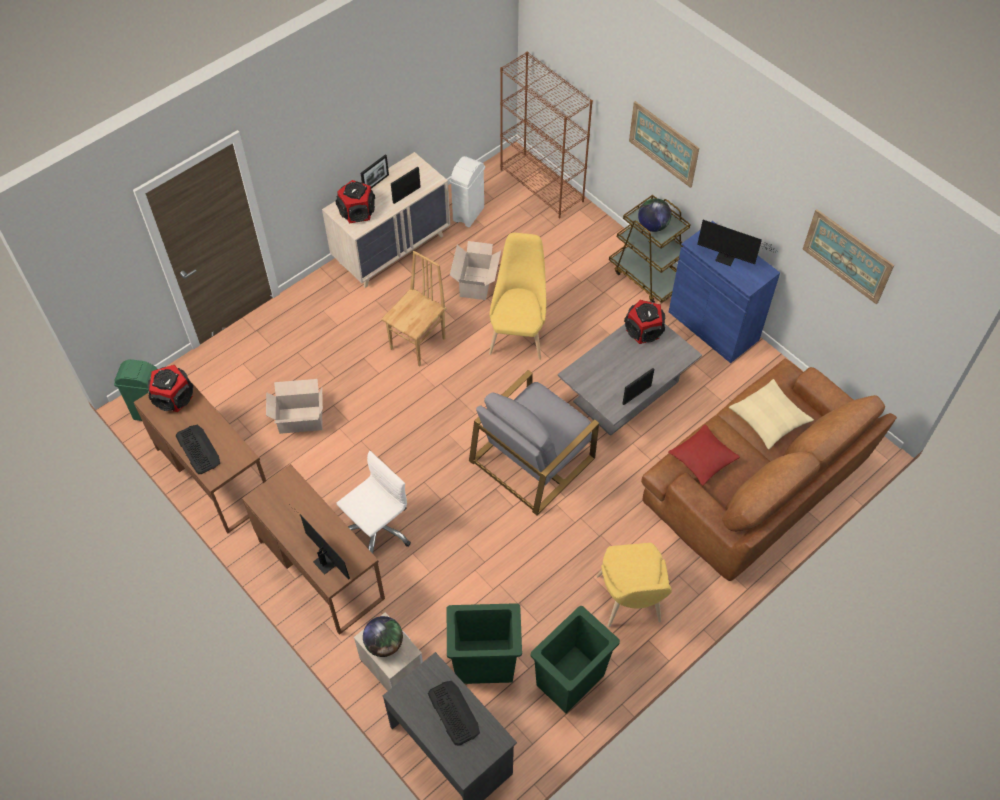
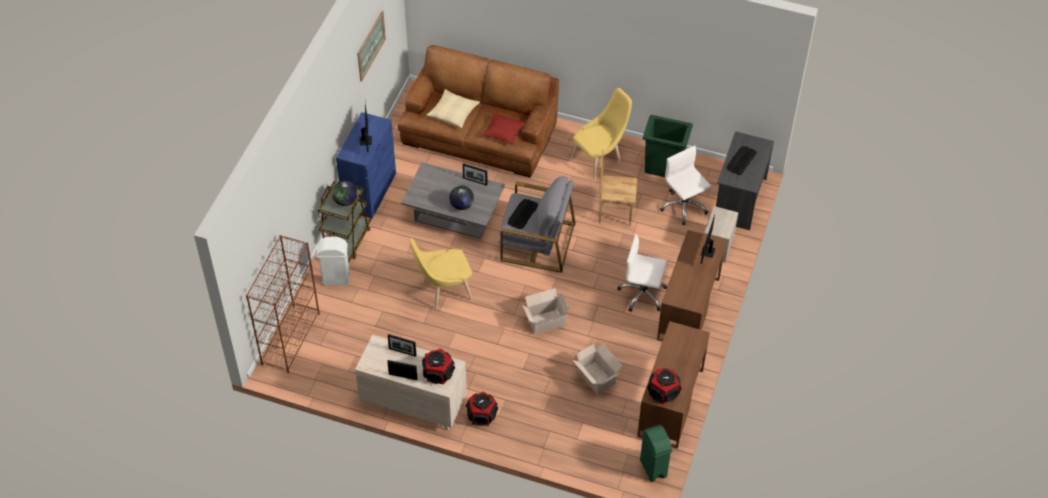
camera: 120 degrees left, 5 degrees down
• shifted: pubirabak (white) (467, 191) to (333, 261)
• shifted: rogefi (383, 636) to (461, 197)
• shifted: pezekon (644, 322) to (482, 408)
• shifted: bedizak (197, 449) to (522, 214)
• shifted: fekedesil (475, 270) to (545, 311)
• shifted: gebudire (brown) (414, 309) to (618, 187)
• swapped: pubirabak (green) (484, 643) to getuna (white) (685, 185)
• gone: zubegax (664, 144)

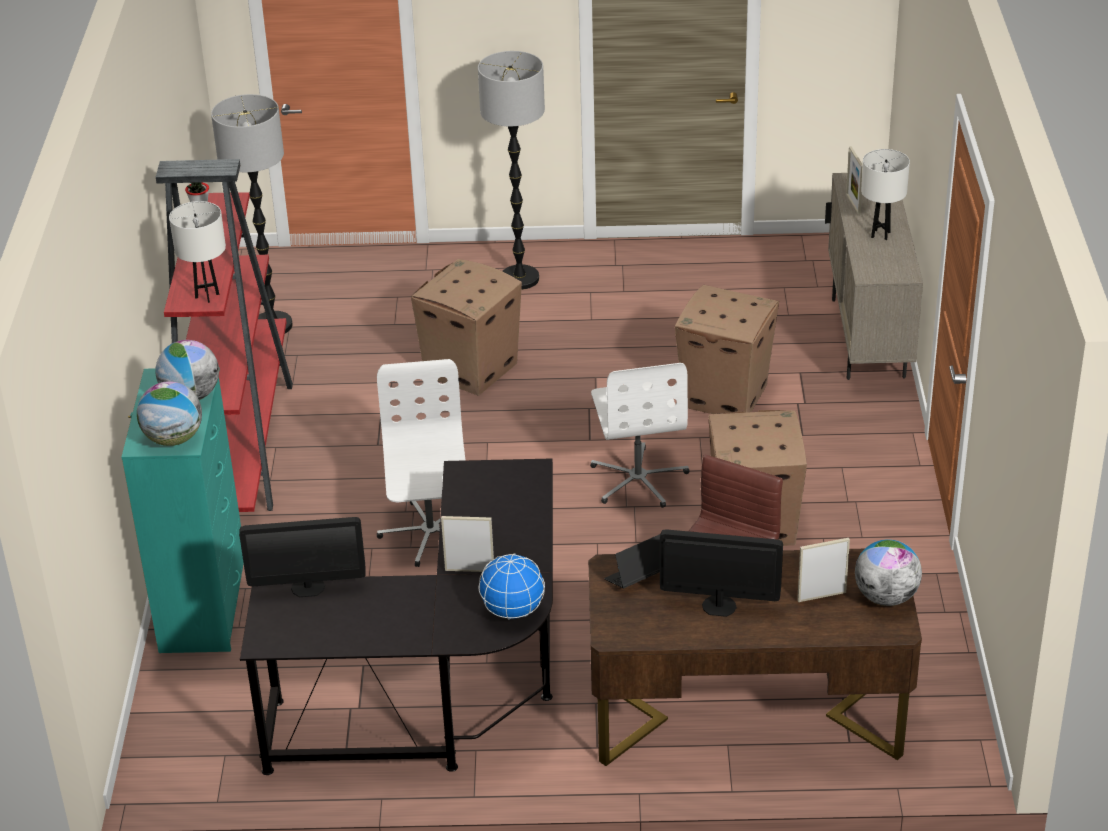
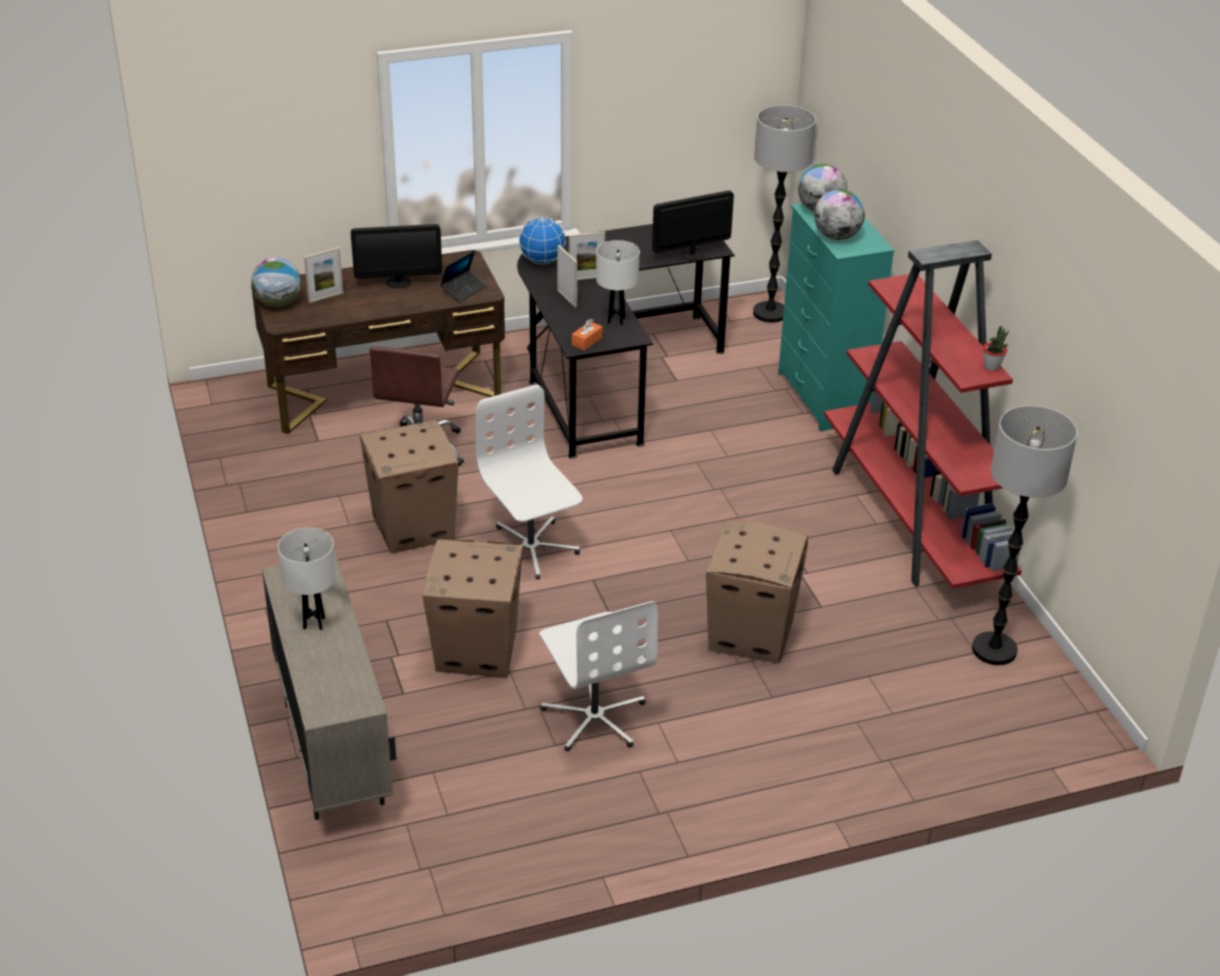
camera: 160 degrees right, 0 degrees up
• shifted: getuna (white) (421, 463) to (598, 676)
• shifted: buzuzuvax (854, 180) to (567, 276)
• new: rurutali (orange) (587, 334)
• shifted: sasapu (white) (197, 252) to (618, 282)
• shifted: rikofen (511, 170) to (784, 214)

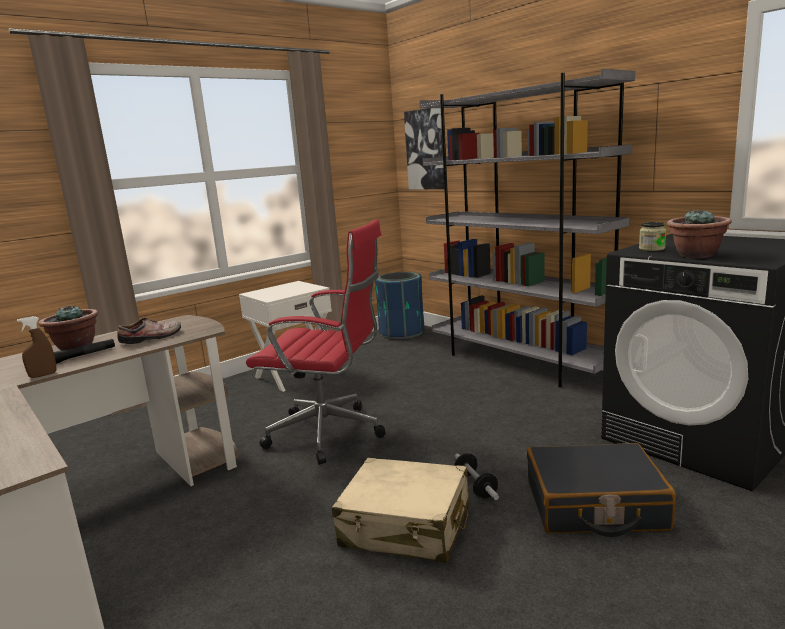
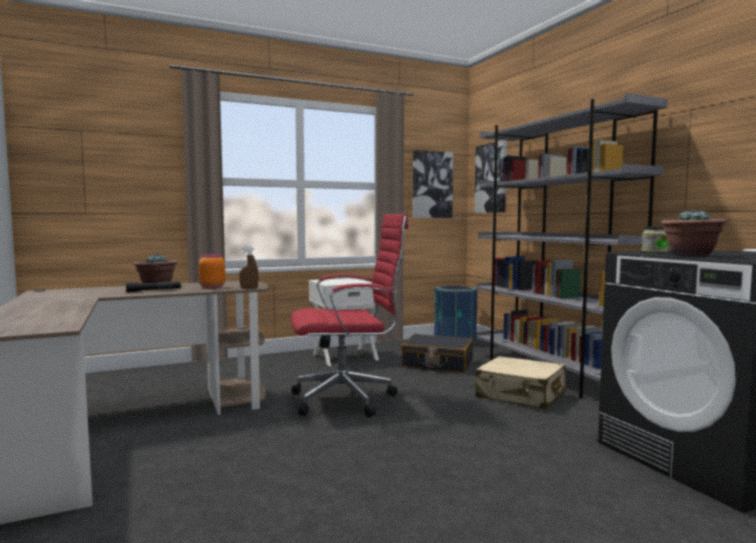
camera: 15 degrees right, 10 degrees down
• swapped: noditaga (149, 331) to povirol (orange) (211, 271)
• shifted: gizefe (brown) (36, 347) to (249, 268)
• rotated: getuna (red) (315, 342) = (349, 315) 45 degrees counterclockwise
• shifted: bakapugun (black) (601, 490) to (437, 353)
• new: zubegax (433, 184)
• shifted: bakapugun (beige) (400, 510) to (520, 383)
• gone: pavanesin (476, 476)

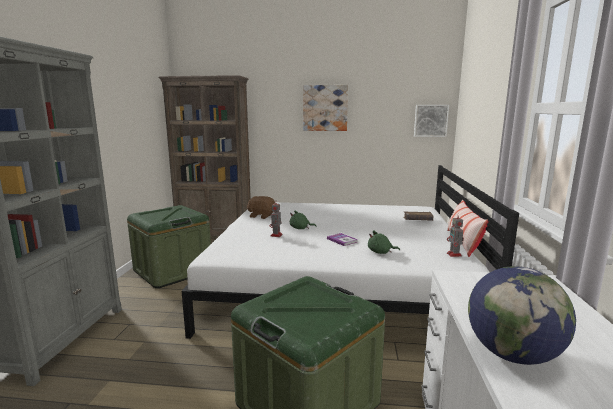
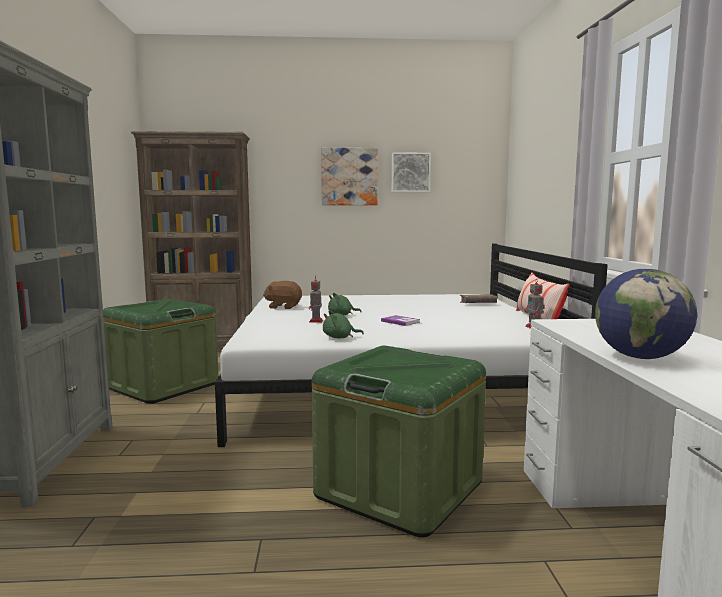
camera: 10 degrees left, 5 degrees down
• shifted: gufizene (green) (384, 242) to (343, 324)
• shifted: zubegax (431, 121) to (411, 172)

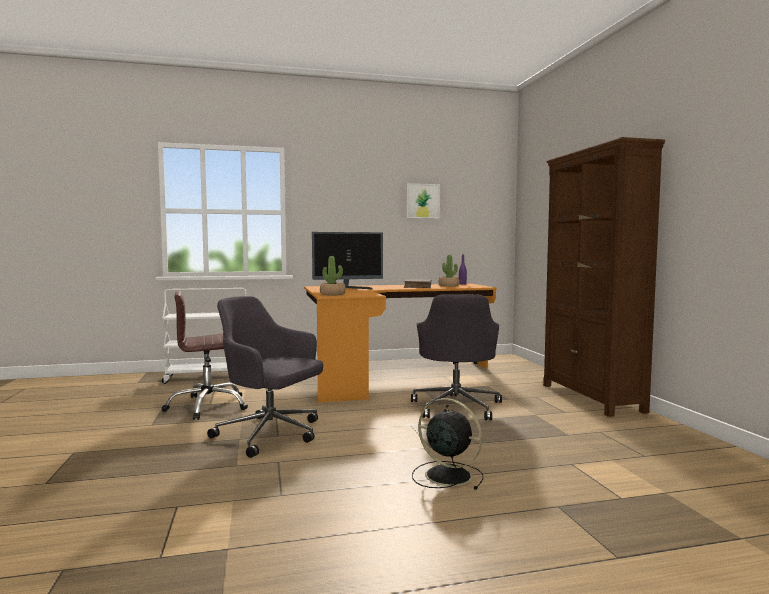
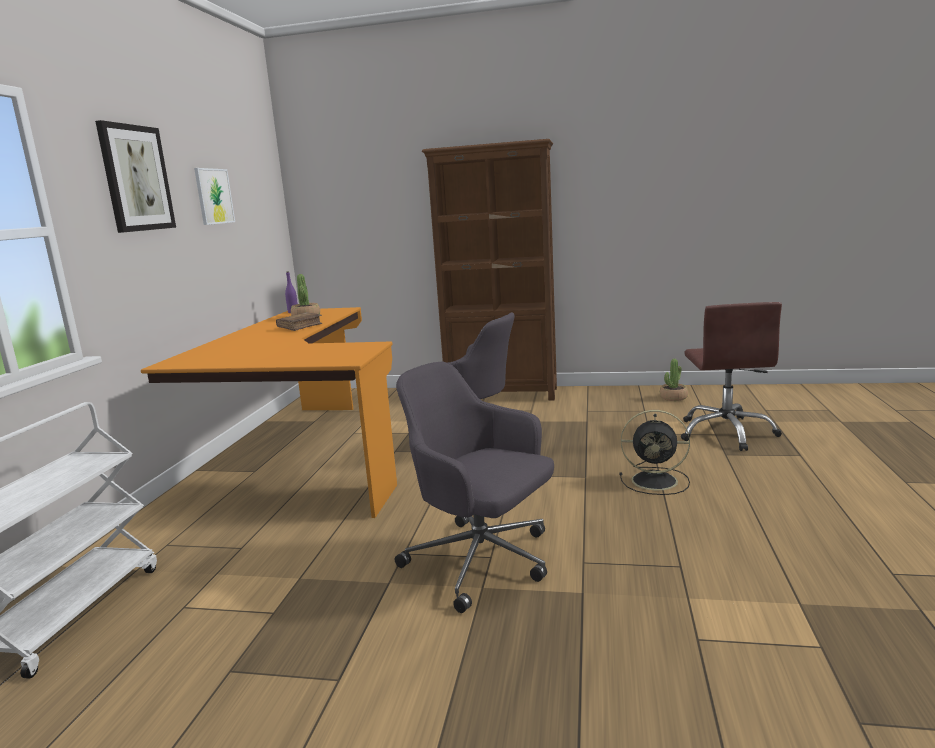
camera: 65 degrees left, 10 degrees up
• new: zubegax (135, 176)
• rotated: getuna (grey) (265, 377) = (474, 487) 75 degrees clockwise
• rotated: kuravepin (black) (447, 444) = (654, 452) 135 degrees counterclockwise
• shifted: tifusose (333, 275) to (674, 380)
• shifted: getuna (brown) (205, 355) to (731, 376)
• gone: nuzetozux (347, 260)

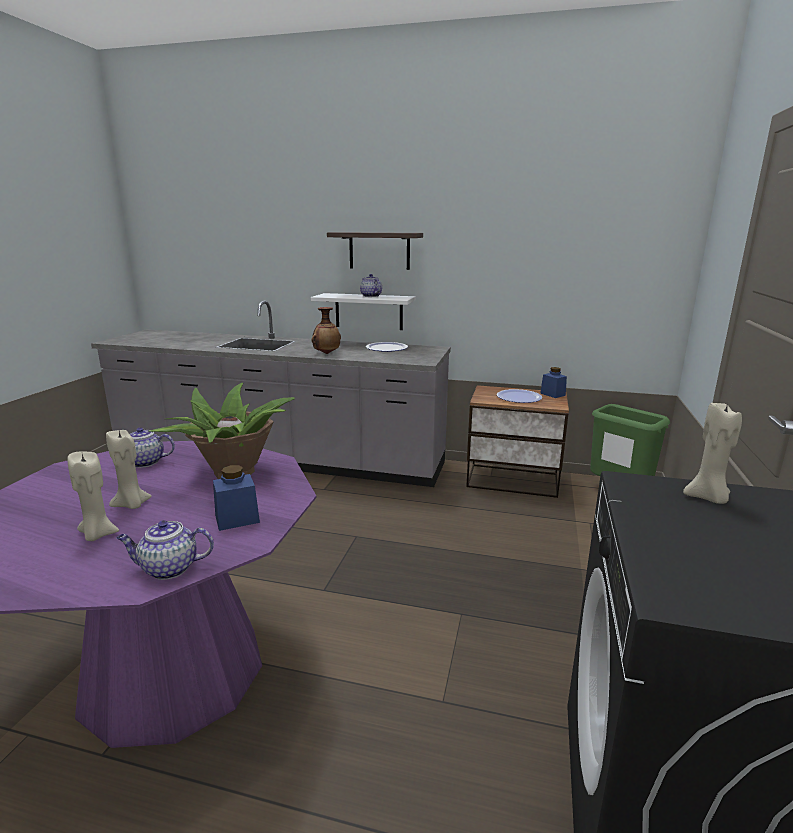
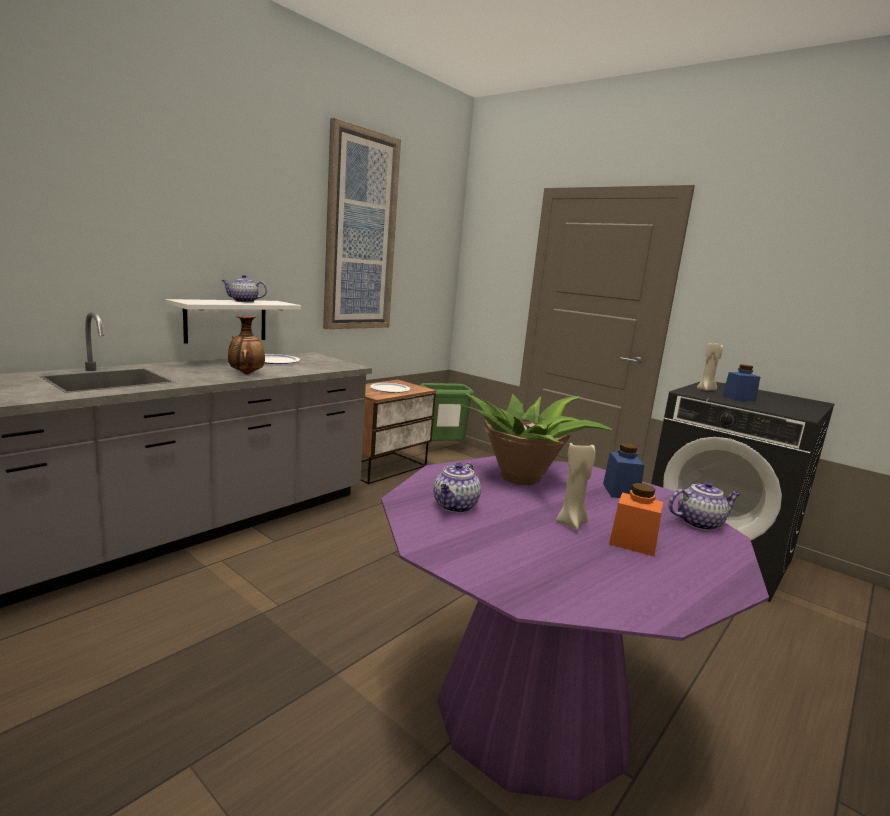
camera: 65 degrees left, 5 degrees down
• new: zubegax (362, 223)
• swapped: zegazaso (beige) (93, 496) to povirol (orange) (636, 519)
• rotated: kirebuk (165, 550) = (704, 506) 120 degrees counterclockwise
• shifted: povirol (blue) (553, 382) to (741, 382)
• gone: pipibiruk (375, 251)

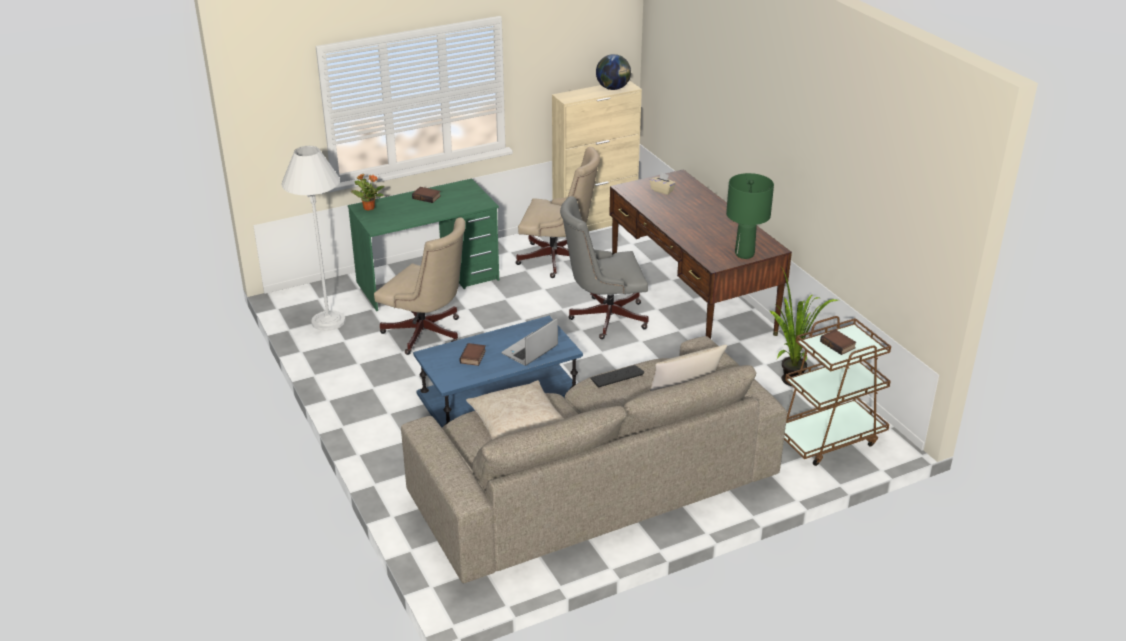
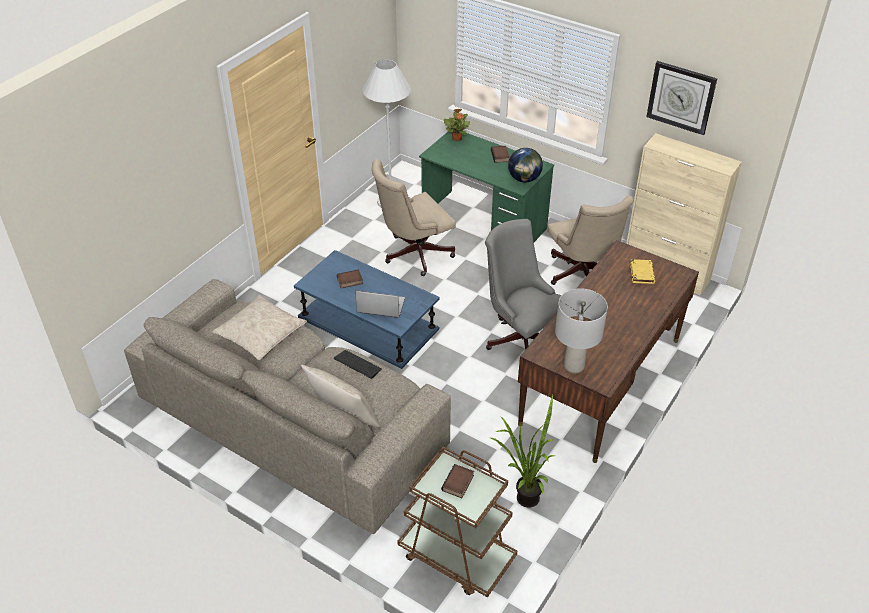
camera: 60 degrees right, 10 degrees up
• rotated: getuna (beige) (420, 286) = (414, 217) 60 degrees clockwise
• shifted: rogefi (613, 72) to (525, 165)
• repainted: sasapu (green) (750, 216) to sasapu (grey) (581, 330)
• swapped: rurutali (beige) (663, 183) to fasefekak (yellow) (642, 271)
• new: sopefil (681, 98)

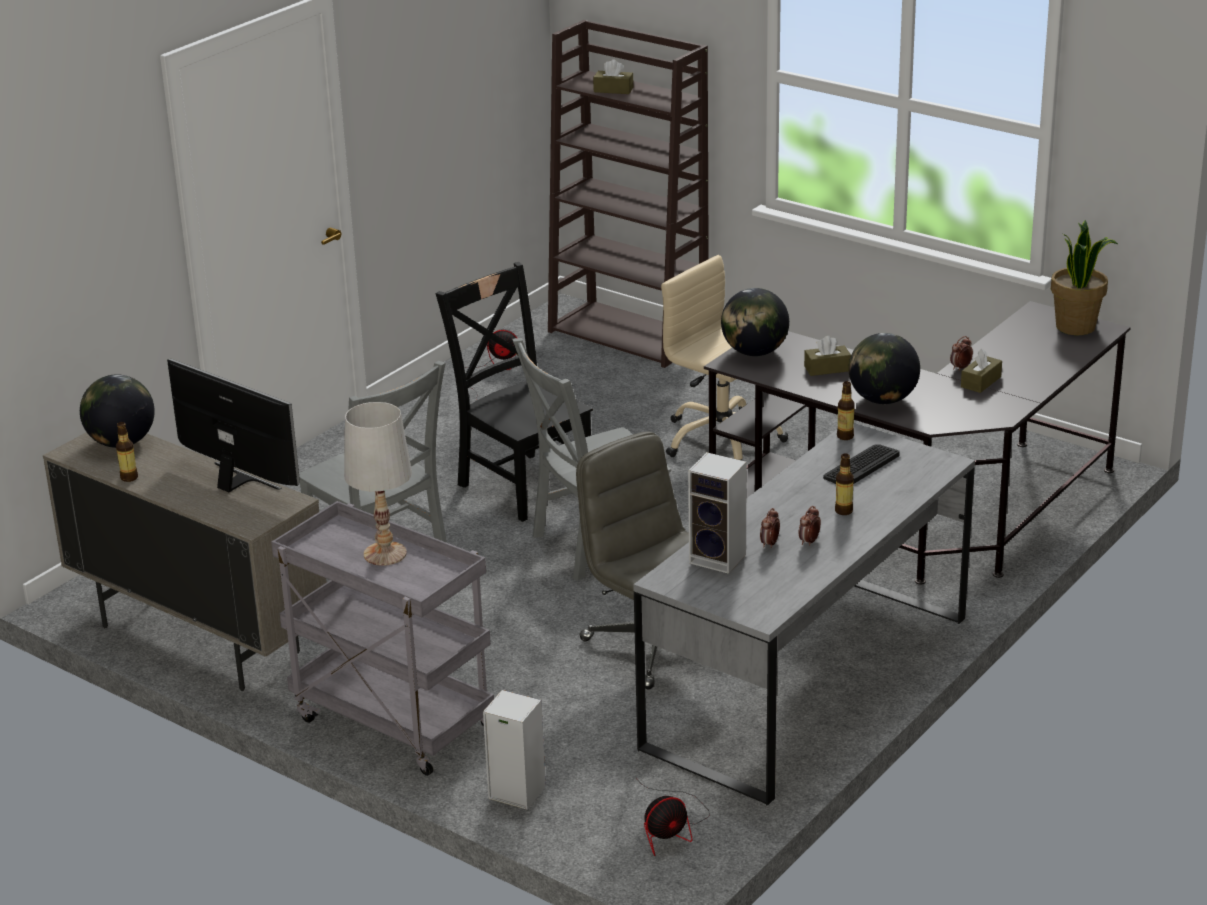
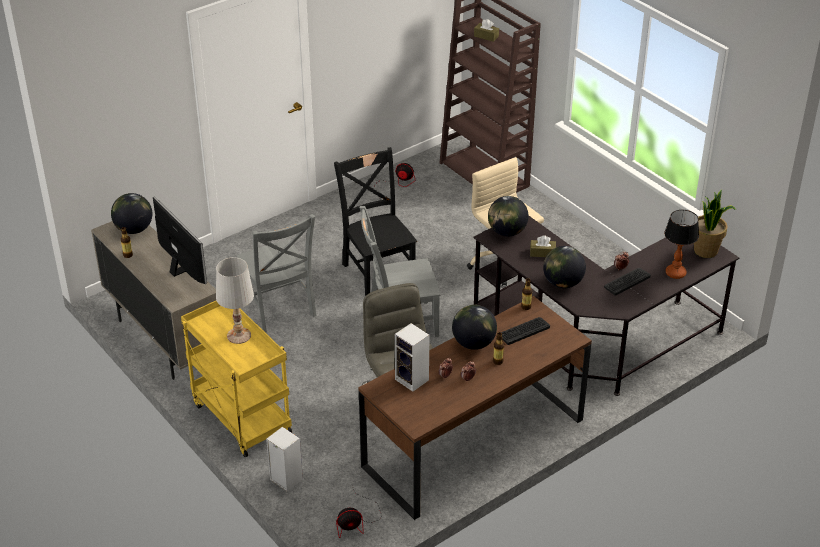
camera: 15 degrees right, 10 degrees up
• repainted: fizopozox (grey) (382, 638) to fizopozox (yellow) (236, 379)
• repainted: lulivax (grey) (804, 614) to lulivax (brown) (475, 408)
• new: rogefi (474, 327)
• swapped: rurutali (brown) (981, 371) to bedizak (627, 282)
• new: sasapu (681, 244)

